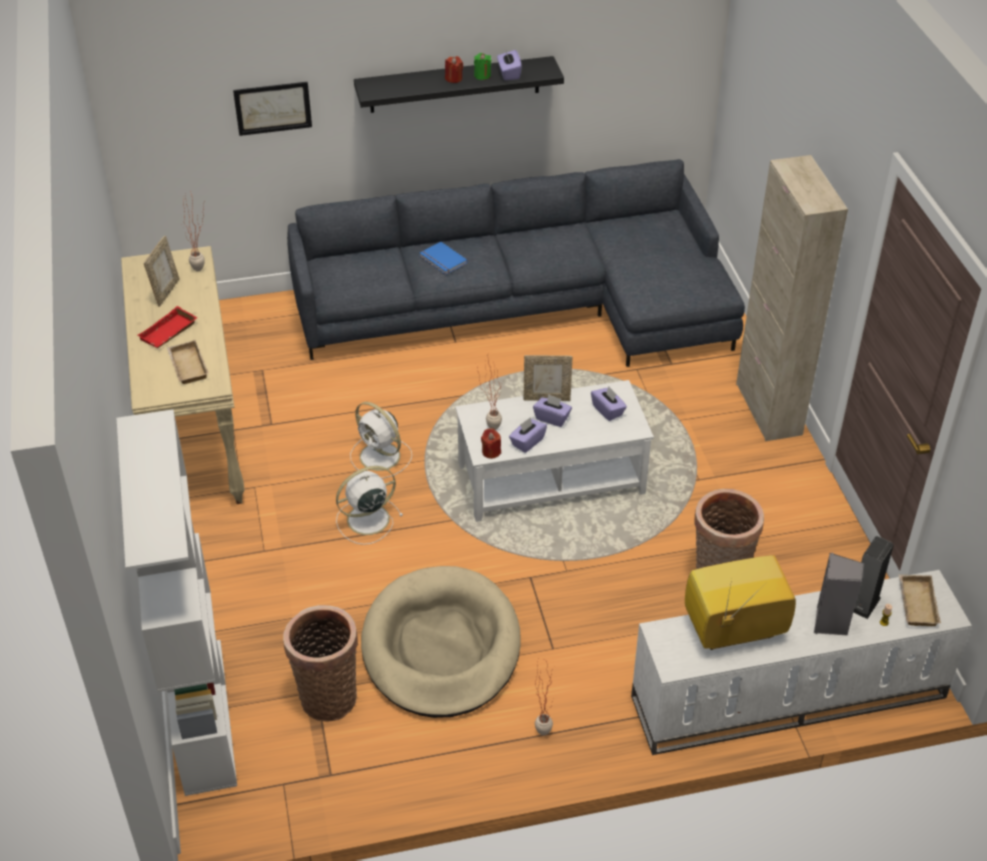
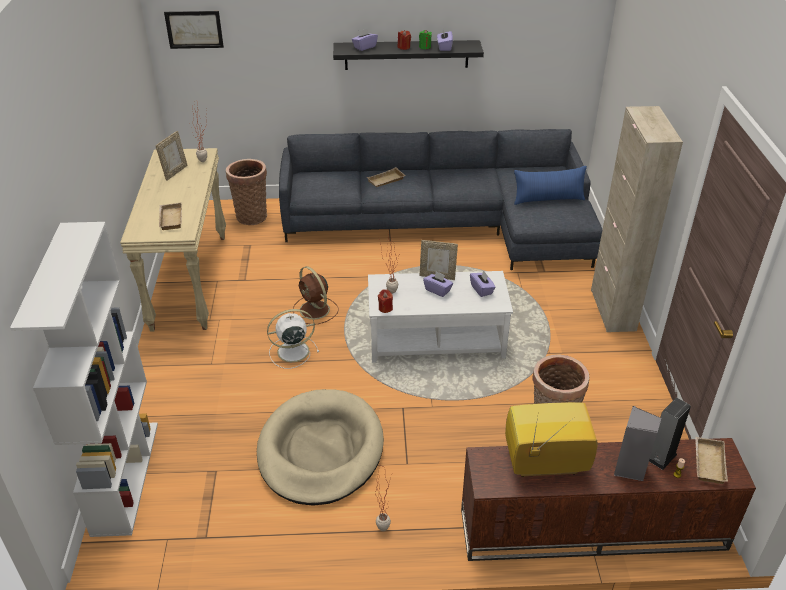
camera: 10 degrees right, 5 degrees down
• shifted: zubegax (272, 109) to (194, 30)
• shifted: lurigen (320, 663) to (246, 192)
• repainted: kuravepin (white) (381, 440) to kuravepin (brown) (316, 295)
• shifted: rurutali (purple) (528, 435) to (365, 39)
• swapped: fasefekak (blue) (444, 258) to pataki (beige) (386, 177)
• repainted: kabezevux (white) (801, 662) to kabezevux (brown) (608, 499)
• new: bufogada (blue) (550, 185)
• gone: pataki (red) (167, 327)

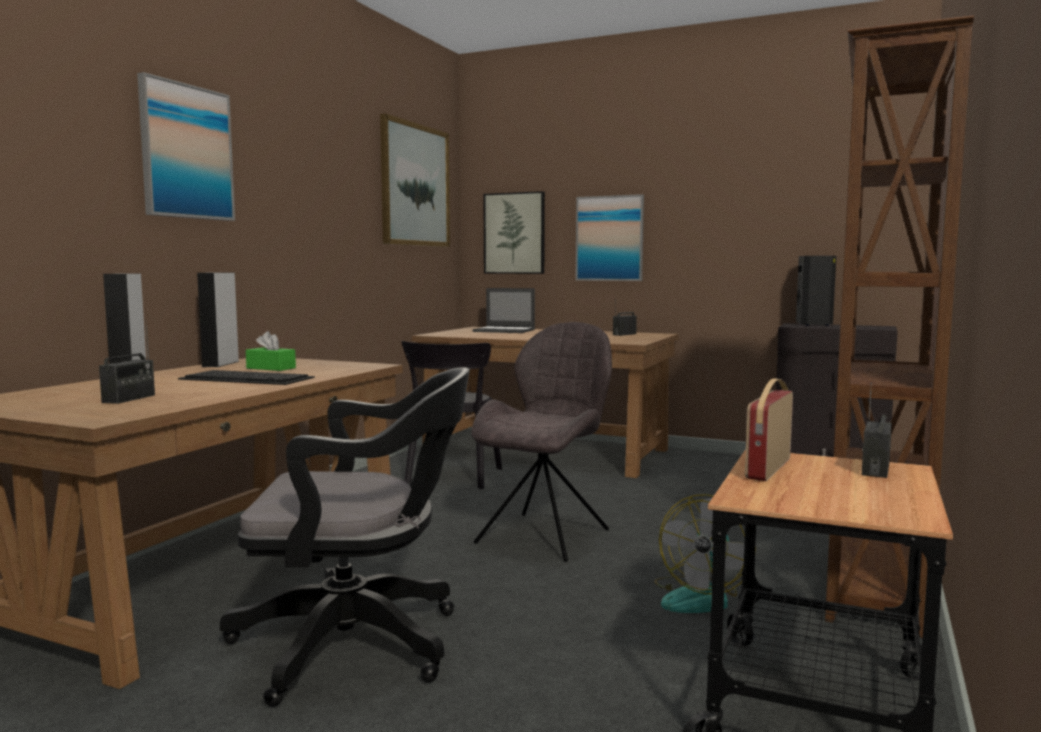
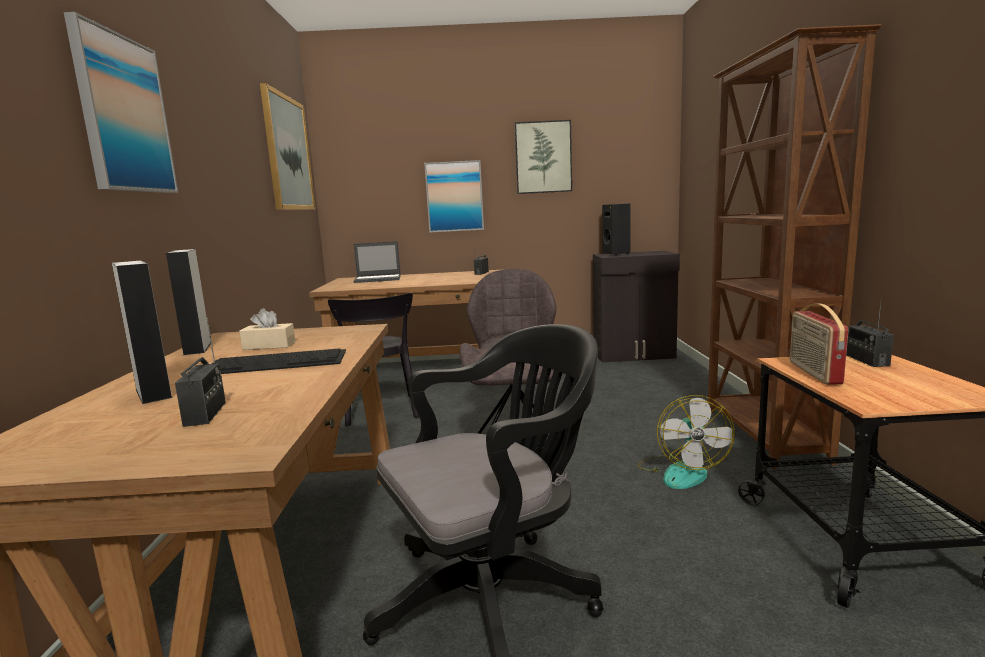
camera: 25 degrees left, 5 degrees up
• repainted: rurutali (green) (271, 351) to rurutali (beige) (267, 329)
• shifted: zubegax (514, 232) to (543, 157)

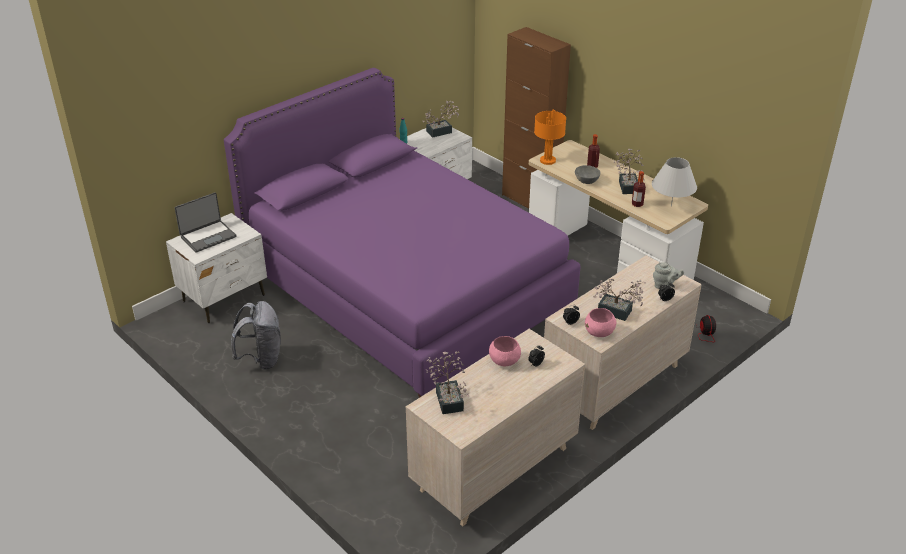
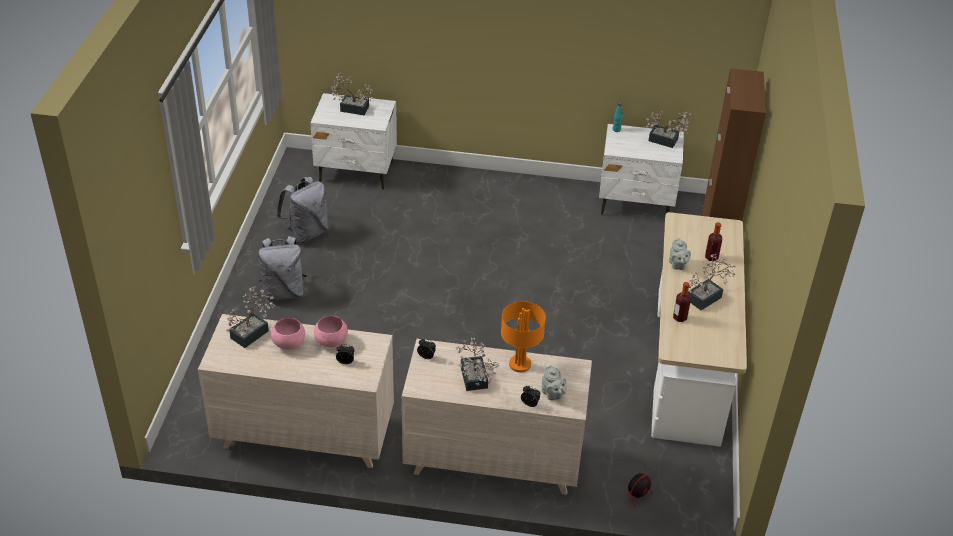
camera: 50 degrees right, 5 degrees up
• new: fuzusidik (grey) (282, 268)
• shifted: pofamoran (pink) (600, 322) to (288, 334)
• swapped: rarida (205, 222) to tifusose (352, 93)
• shifted: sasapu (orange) (550, 137) to (523, 337)
• swapped: pofamoran (grey) (588, 174) to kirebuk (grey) (680, 254)
• gone: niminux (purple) (402, 233)
• gone: sasapu (white) (674, 182)

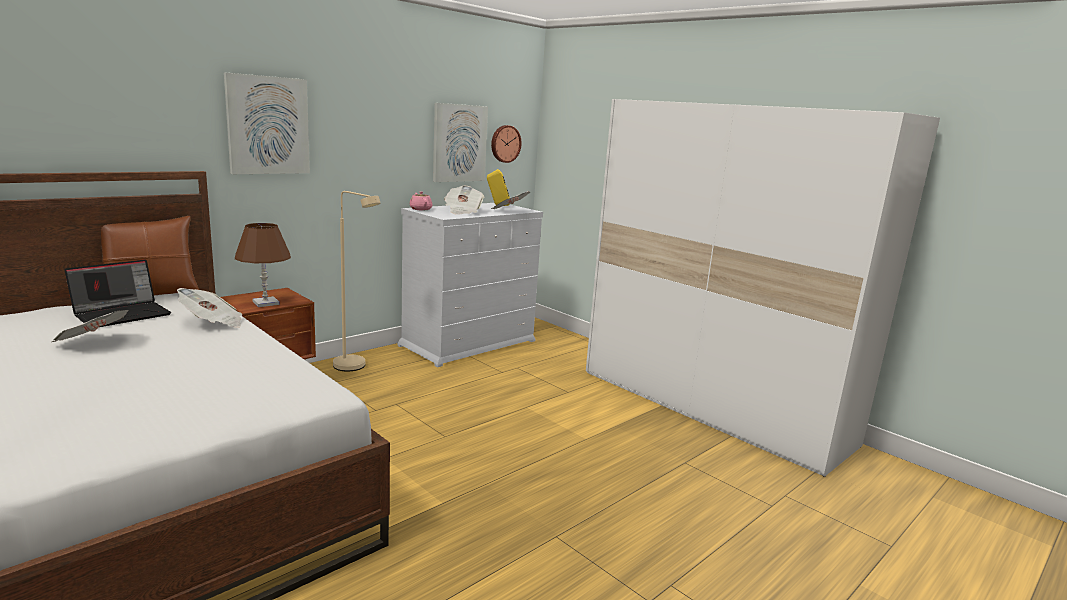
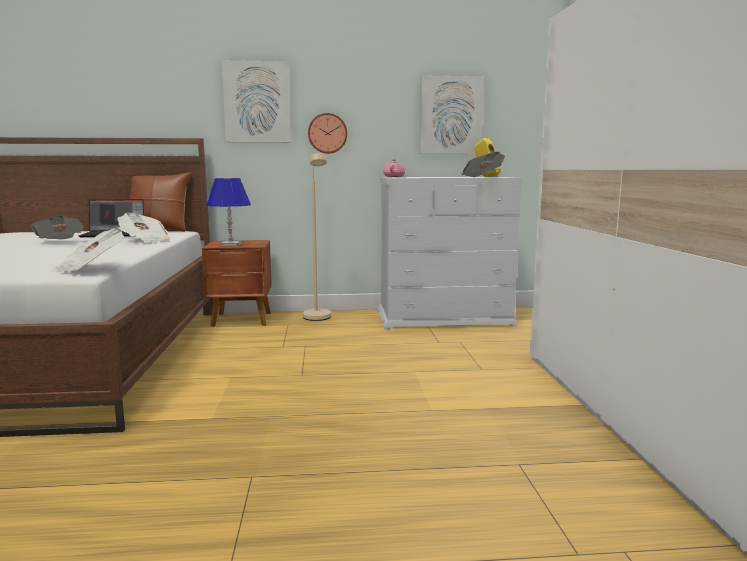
camera: 40 degrees right, 5 degrees down
• shifted: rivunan (464, 200) to (88, 249)
• repainted: sasapu (brown) (263, 265) to sasapu (blue) (229, 212)
• shifted: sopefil (506, 144) to (327, 133)

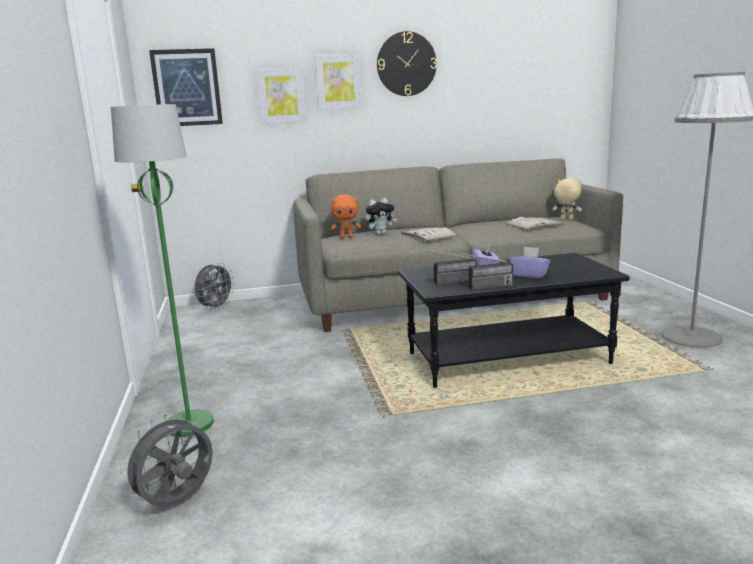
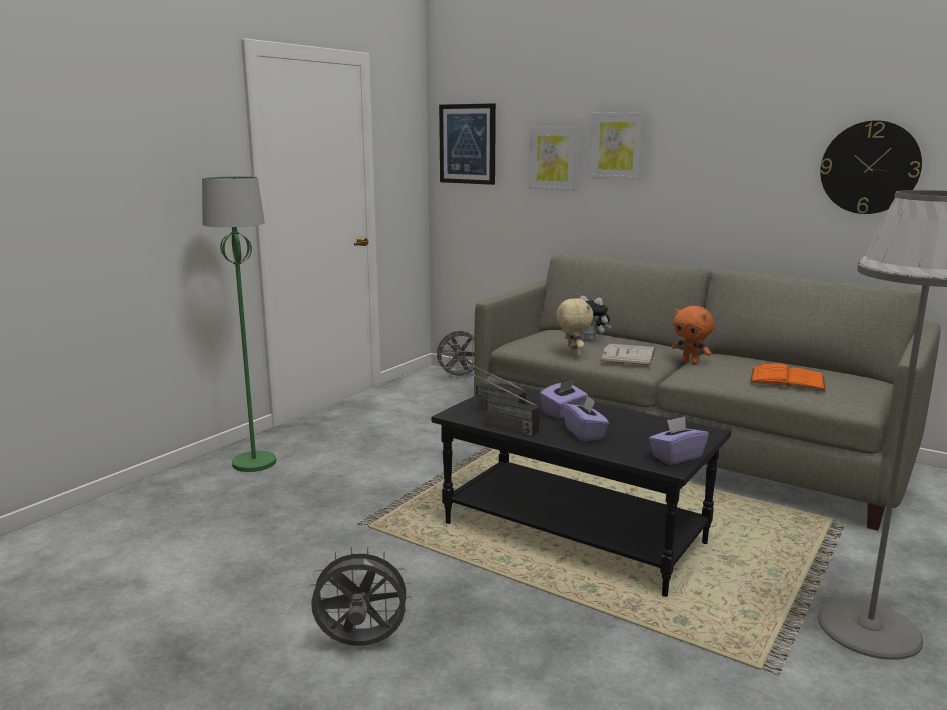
camera: 45 degrees right, 0 degrees up
• shifted: kuravepin (grey) (166, 460) to (360, 596)
• shifted: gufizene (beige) (567, 199) to (575, 327)
• new: rurutali (purple) (679, 440)
• shifted: gufizene (orange) (346, 216) to (693, 335)
• repainted: fasefekak (white) (535, 223) to fasefekak (orange) (787, 377)
• shifted: sopefil (407, 63) to (871, 167)

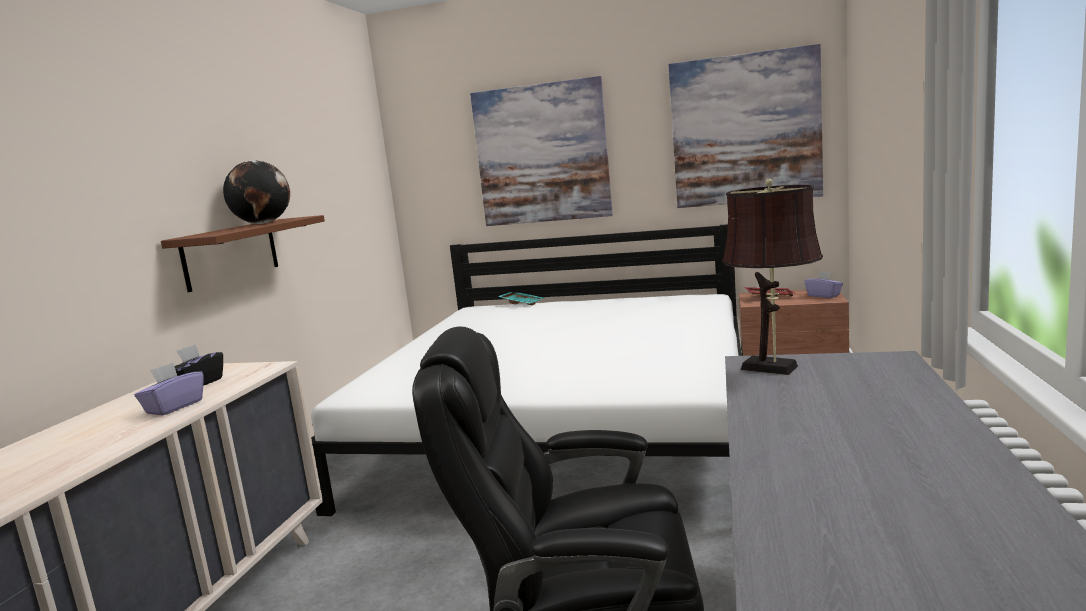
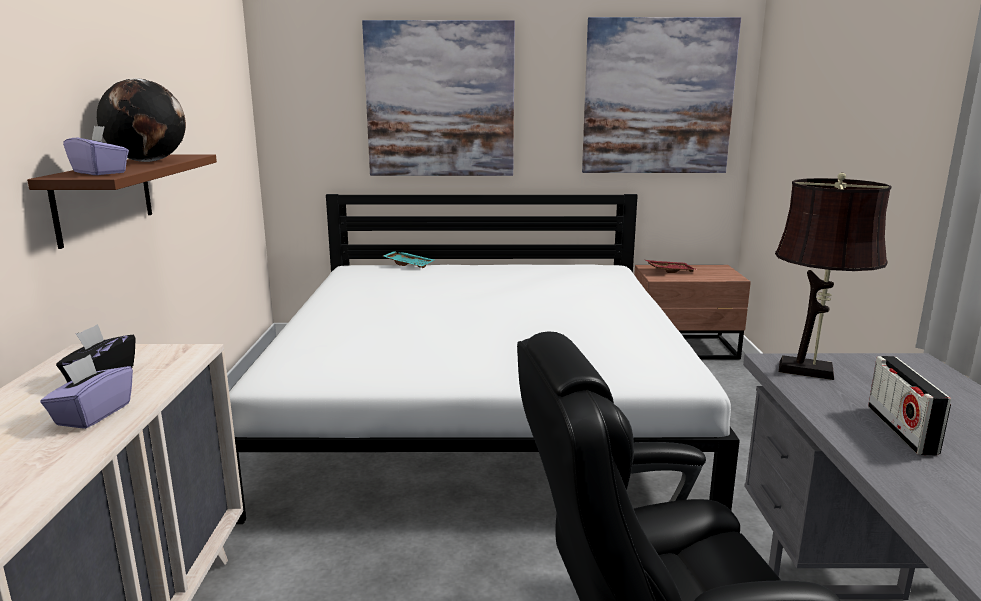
camera: 15 degrees left, 5 degrees up
• shifted: rurutali (purple) (823, 284) to (96, 150)
• new: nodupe (909, 405)

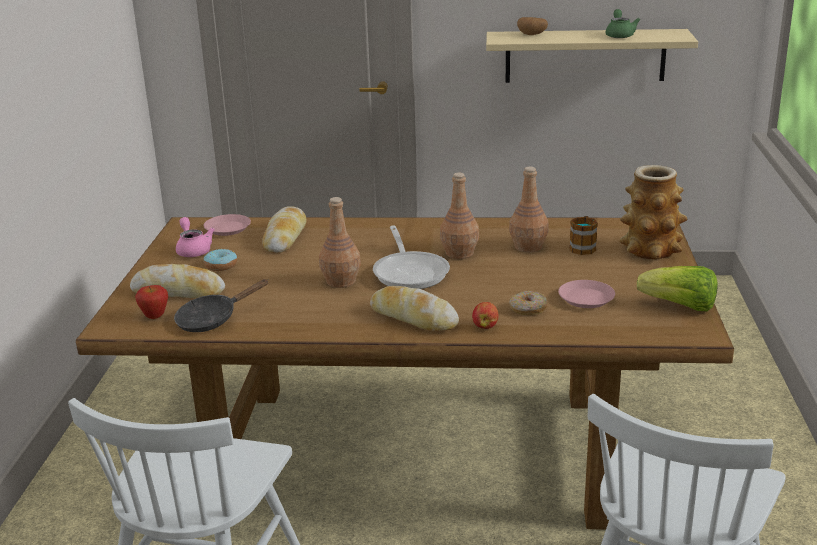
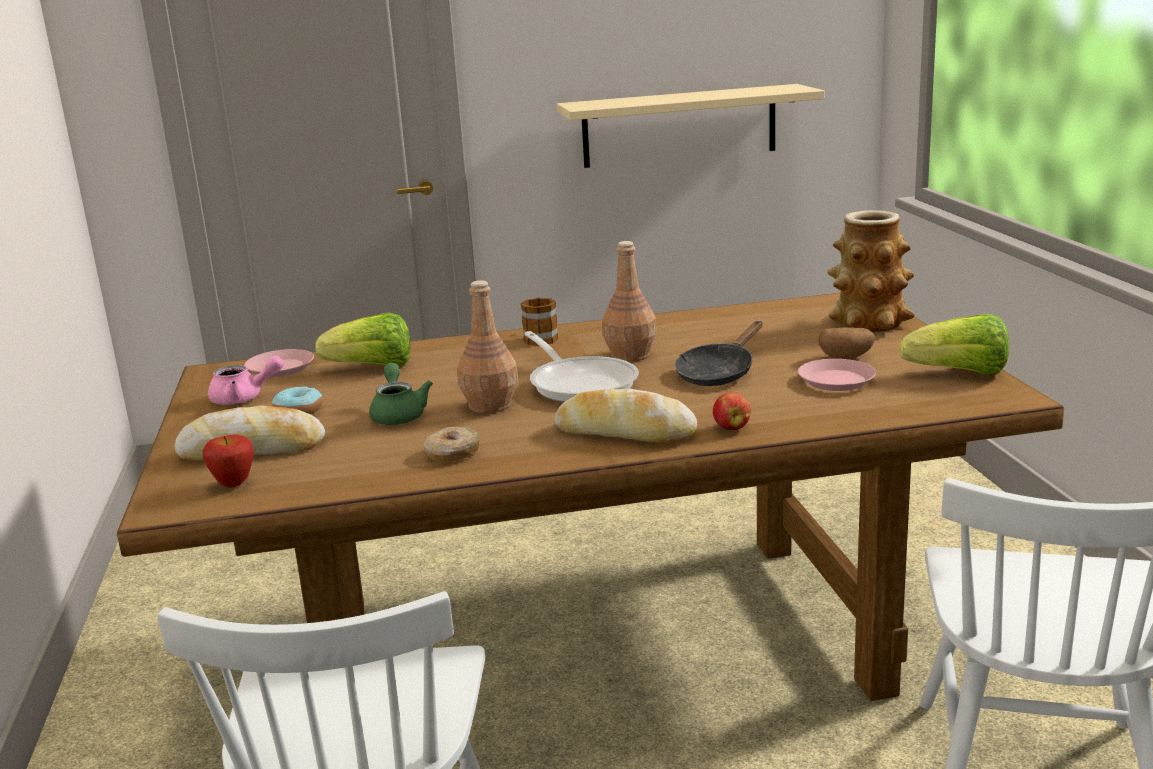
camera: 15 degrees left, 5 degrees down
• rotated: kirebuk (pink) (195, 237) = (246, 380) 120 degrees clockwise
• swapped: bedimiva (284, 229) to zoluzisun (363, 339)
• shifted: kirebuk (green) (622, 23) to (401, 394)
• shifted: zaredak (528, 303) to (451, 444)
• shifted: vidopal (583, 235) to (539, 321)
• shifted: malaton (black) (221, 305) to (719, 353)
• shifted: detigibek (532, 26) to (847, 343)
• gone: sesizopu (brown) (529, 209)

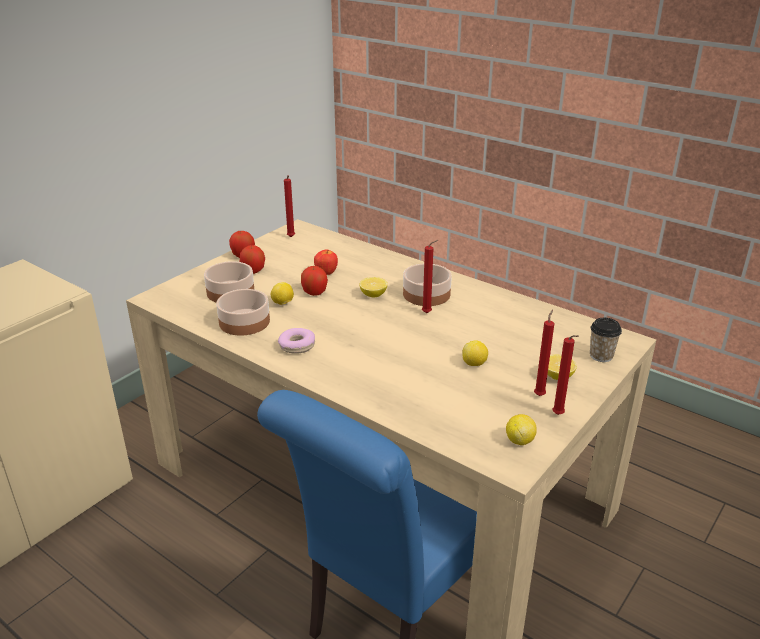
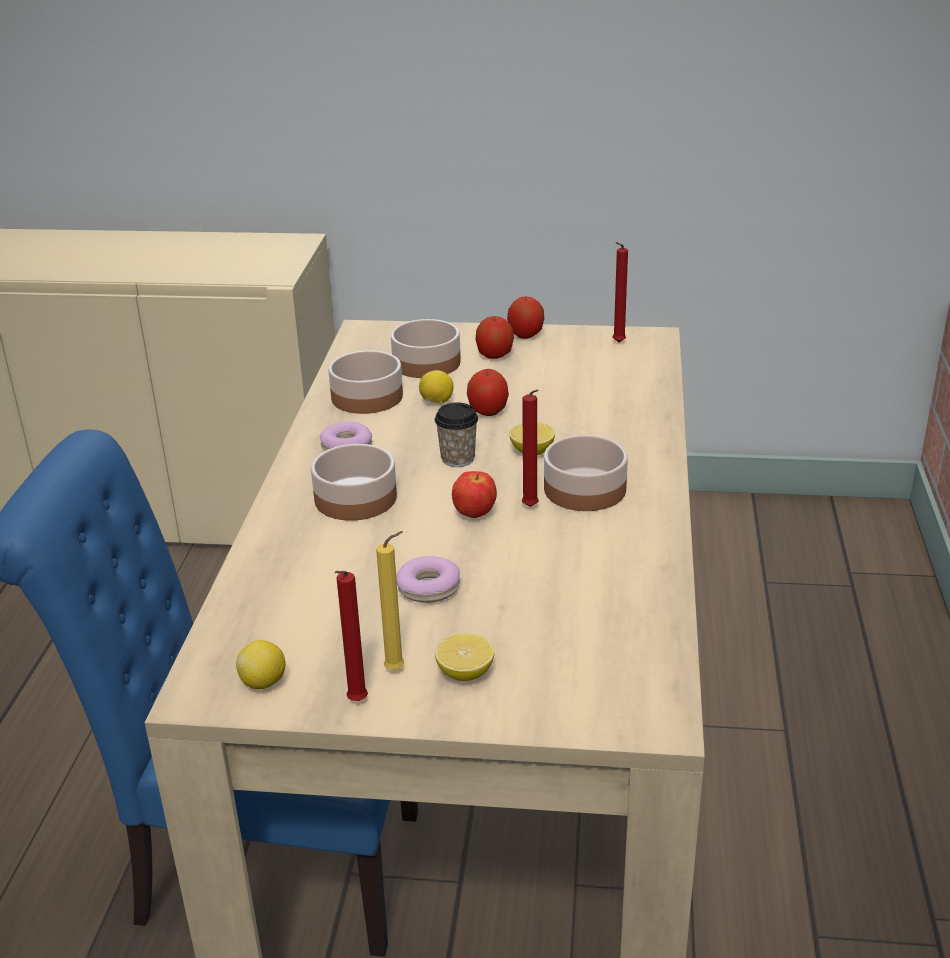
camera: 60 degrees right, 0 degrees up
• new: pofamoran (354, 482)
• repainted: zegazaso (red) (544, 352) to zegazaso (yellow) (390, 600)
• swapped: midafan (475, 353) to zaredak (428, 579)
• shifted: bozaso (606, 340) to (456, 434)
• shifted: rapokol (326, 262) to (474, 494)

